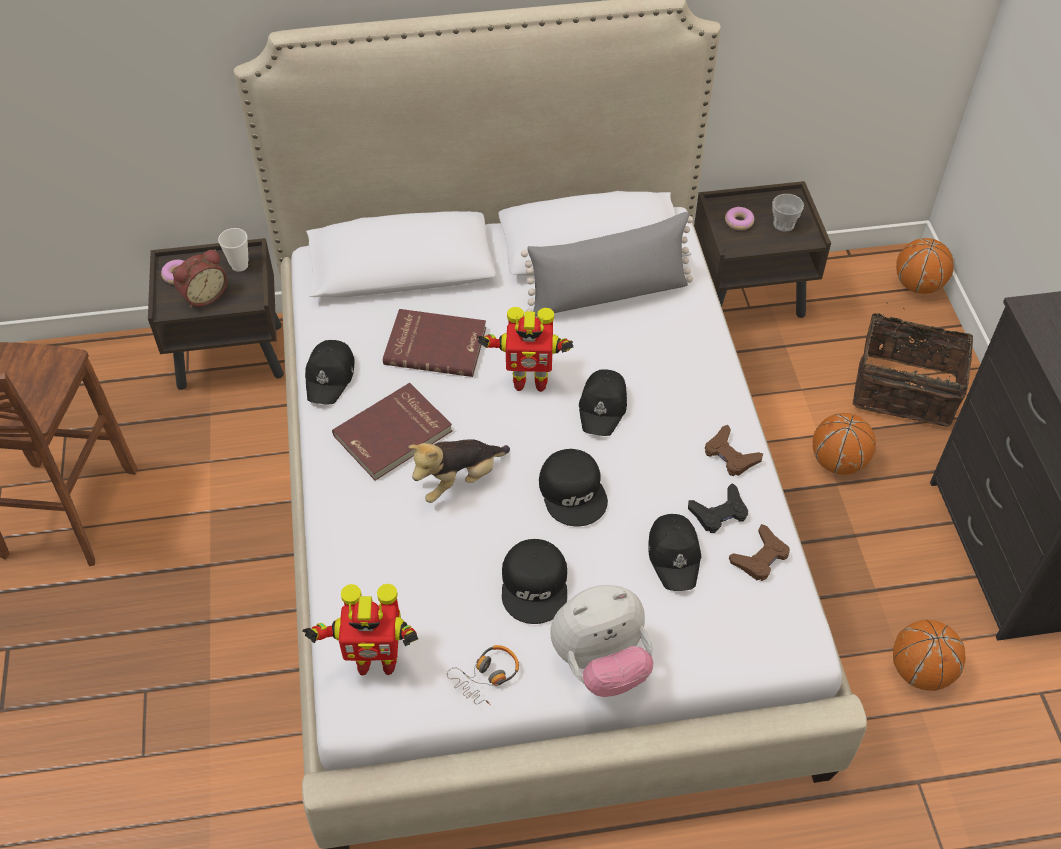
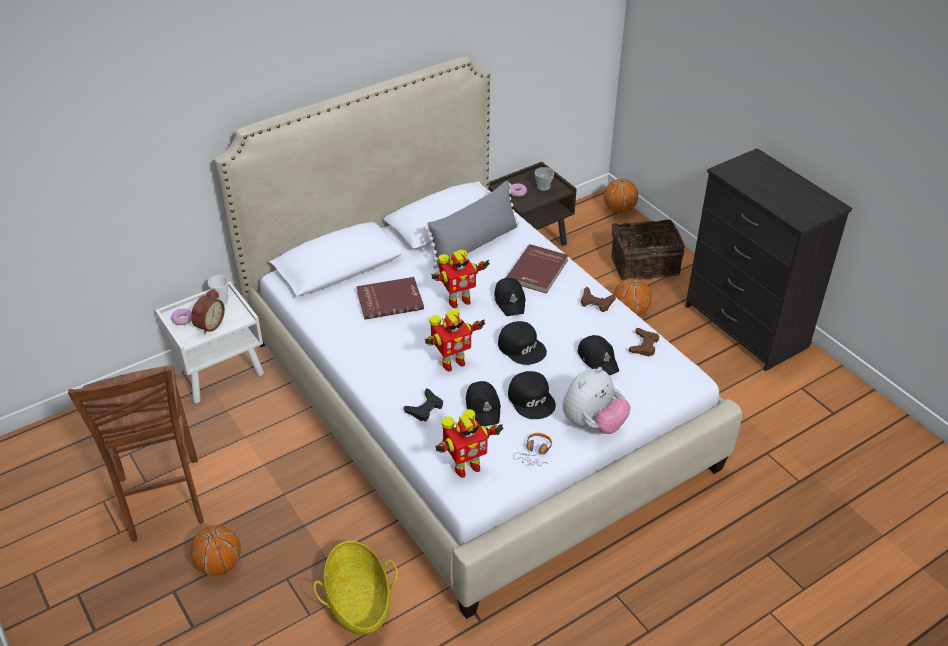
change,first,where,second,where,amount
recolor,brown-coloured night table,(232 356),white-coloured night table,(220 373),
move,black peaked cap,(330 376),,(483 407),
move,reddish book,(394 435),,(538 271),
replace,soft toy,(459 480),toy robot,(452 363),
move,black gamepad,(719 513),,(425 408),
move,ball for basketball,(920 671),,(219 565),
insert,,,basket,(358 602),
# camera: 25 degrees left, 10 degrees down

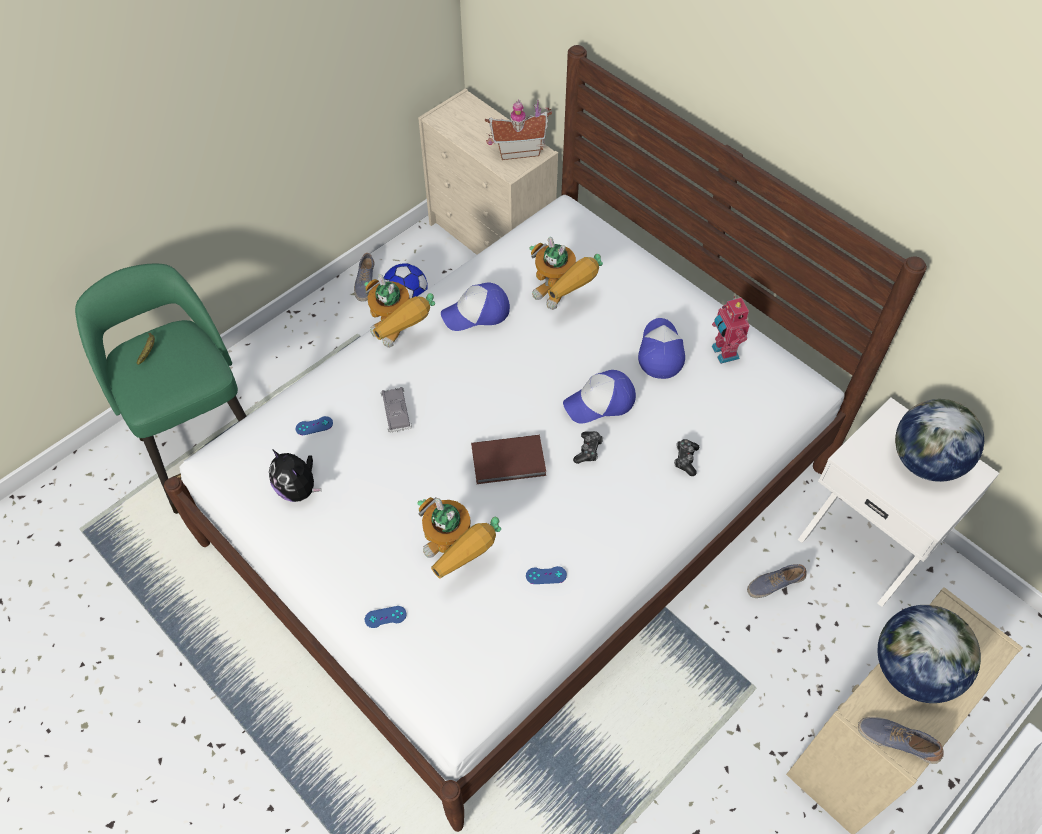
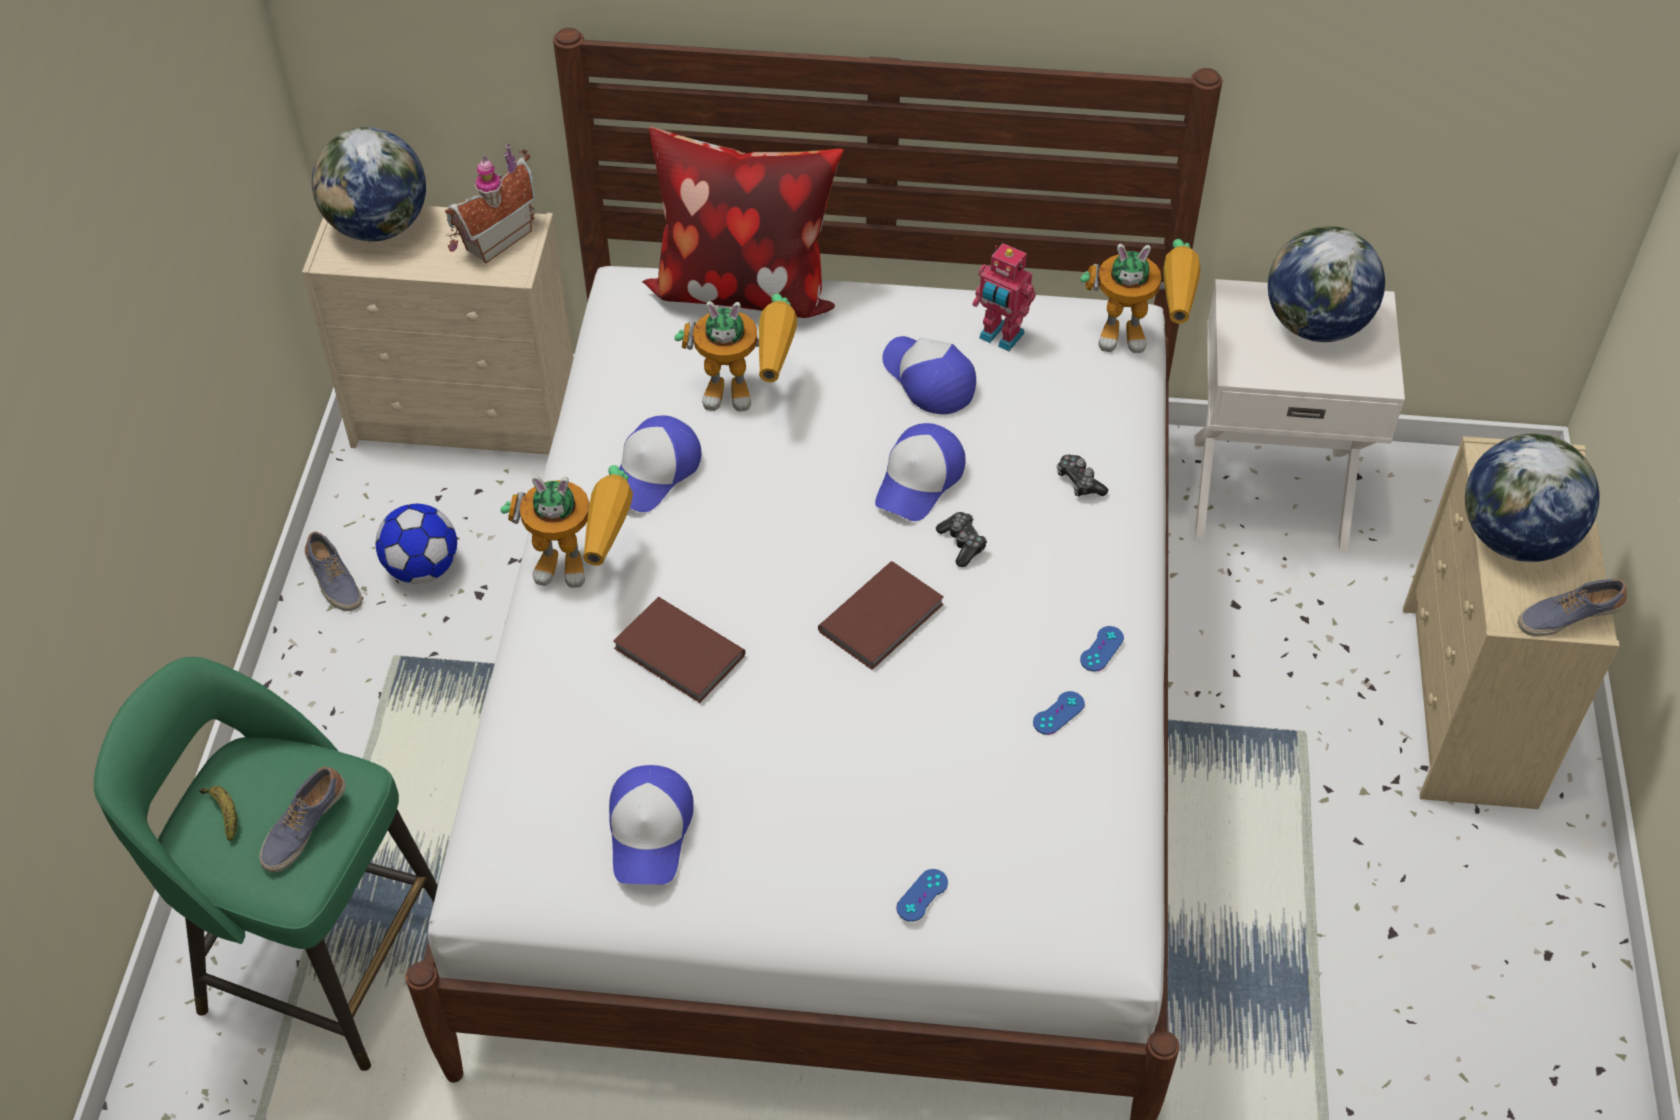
change,first,where,second,where,amount
replace,grey toy car,(396 411),brown-coloured book,(678 654),
move,blue gamepad,(314 426),,(1101 649),
replace,soft toy,(298 489),peaked cap,(650 832),
move,toy robot,(457 559),,(1141 335),
move,shoe,(774 583),,(303 827),
insert,,,world globe,(379 227),
insert,,,pillow,(743 287),
# camera: 40 degrees left, 5 degrees down

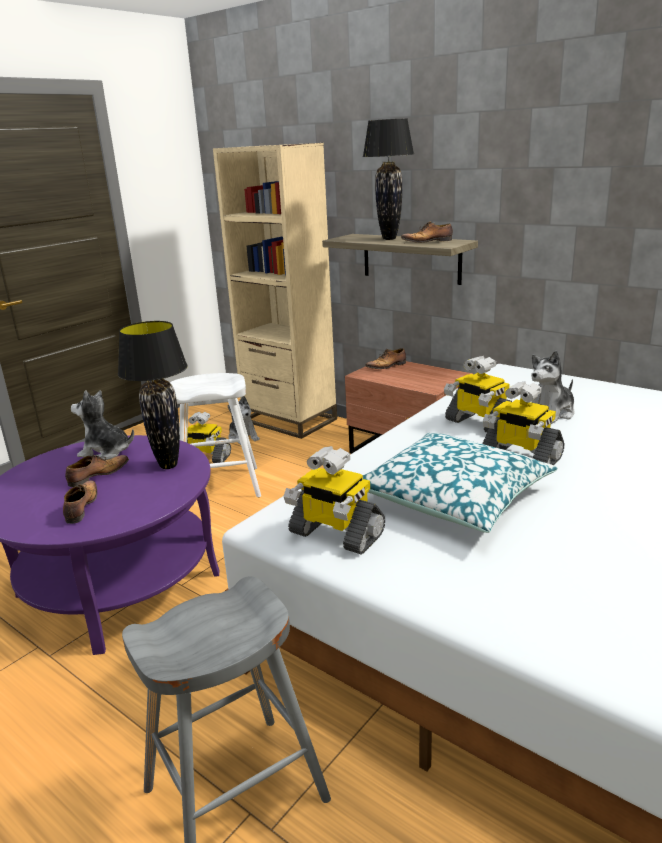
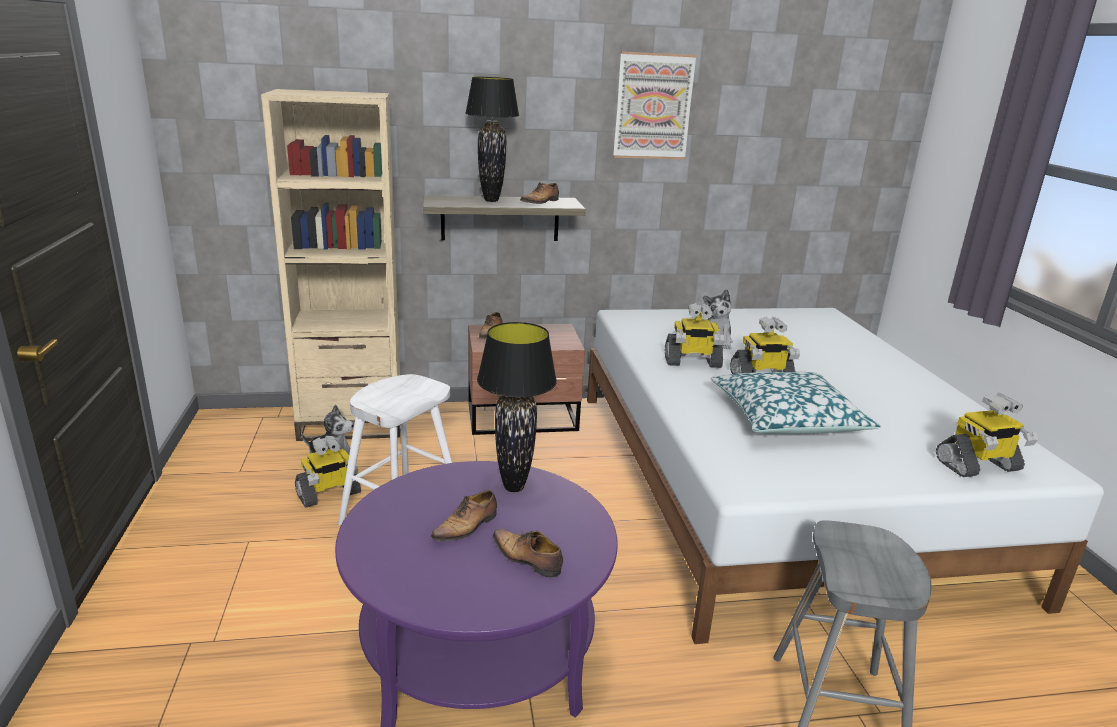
change,first,where,second,where,amount
delete,soft toy,(106 452),,,
move,toy robot,(335 534),,(978 466),
rotate,shoe,(97 475),,(467 527),135 degrees counterclockwise
insert,,,wall art,(653 106),
# camera: 50 degrees left, 0 degrees up

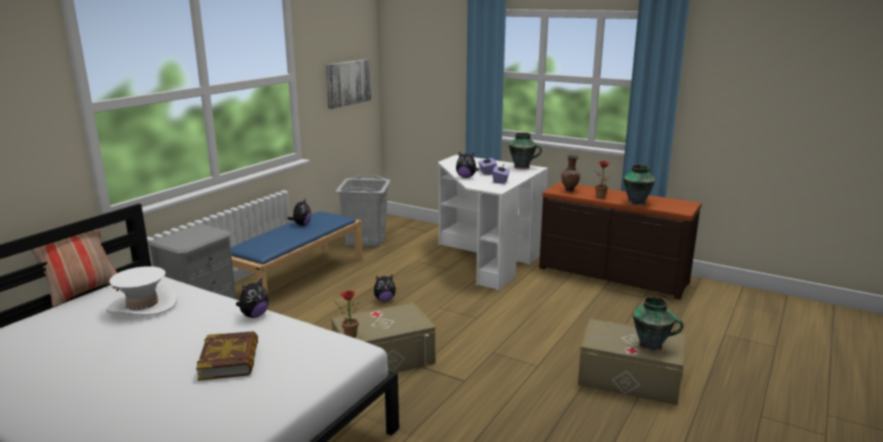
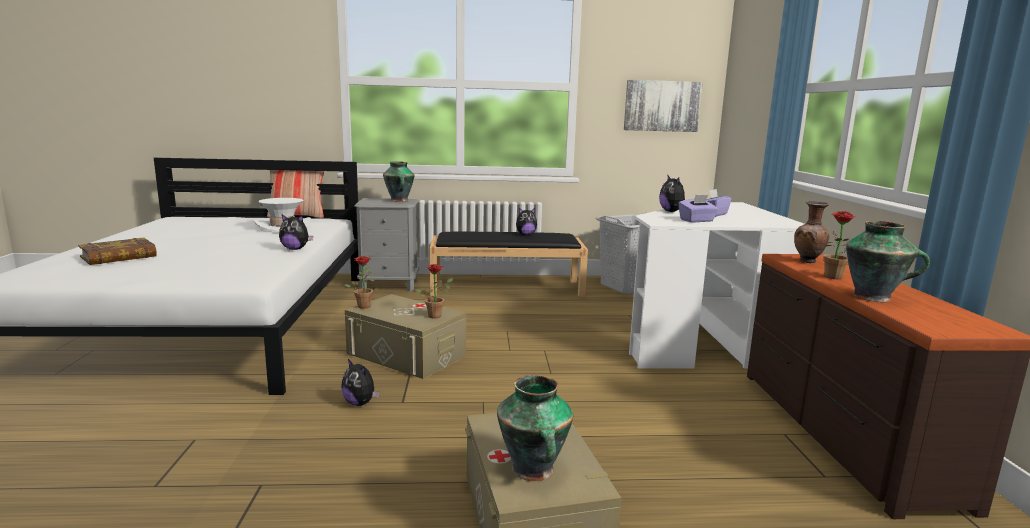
change,first,where,second,where,amount
move,flower vase,(522 167),,(399 201),
recolor,blue long seat,(298 278),black long seat,(507 287),
move,soft toy,(384 299),,(360 403),
move,book,(230 360),,(119 257),
insert,,,potted plant,(436 315),
# camera: 55 degrees right, 5 degrees down

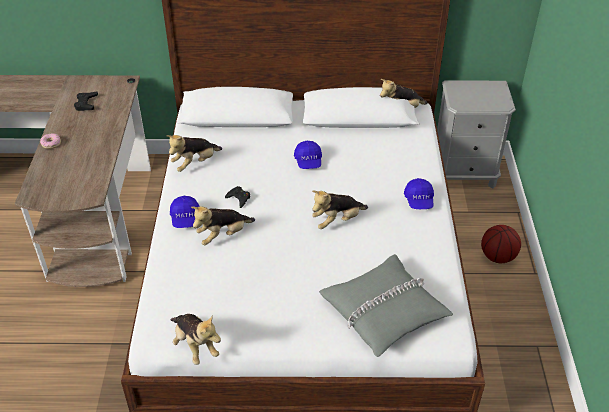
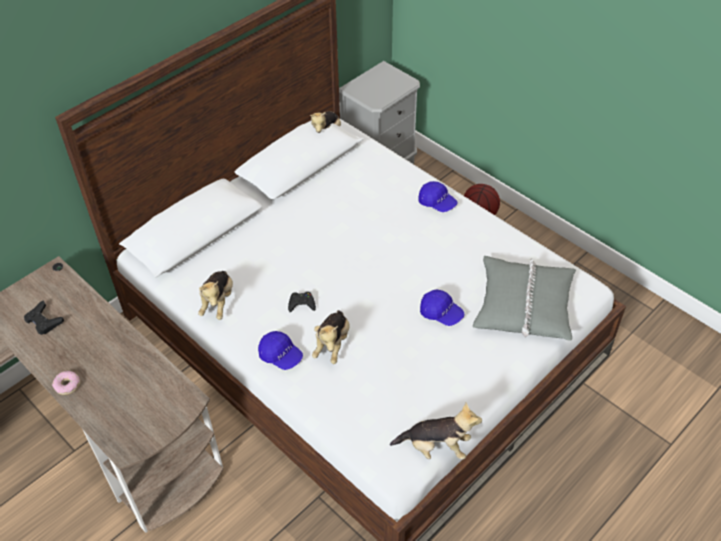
change,first,where,second,where,amount
move,blue peaked cap,(308 162),,(441 313),
delete,soft toy,(337 221),,,
# camera: 45 degrees left, 5 degrees up

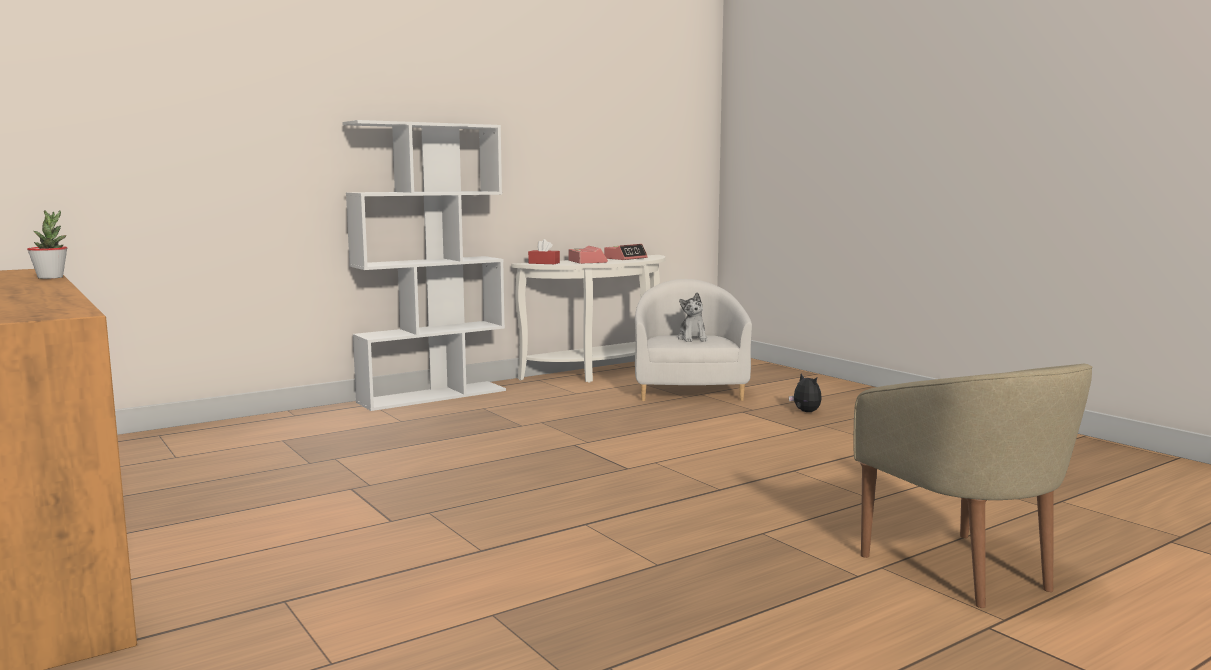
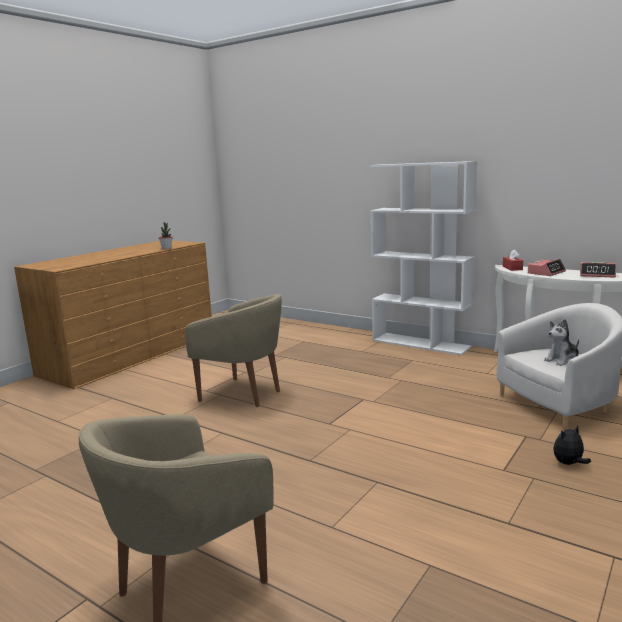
change,first,where,second,where,amount
rotate,soft toy,(805 412),,(569 464),150 degrees counterclockwise
insert,,,beige easy chair,(243 394),
# camera: 70 degrees right, 5 degrees up

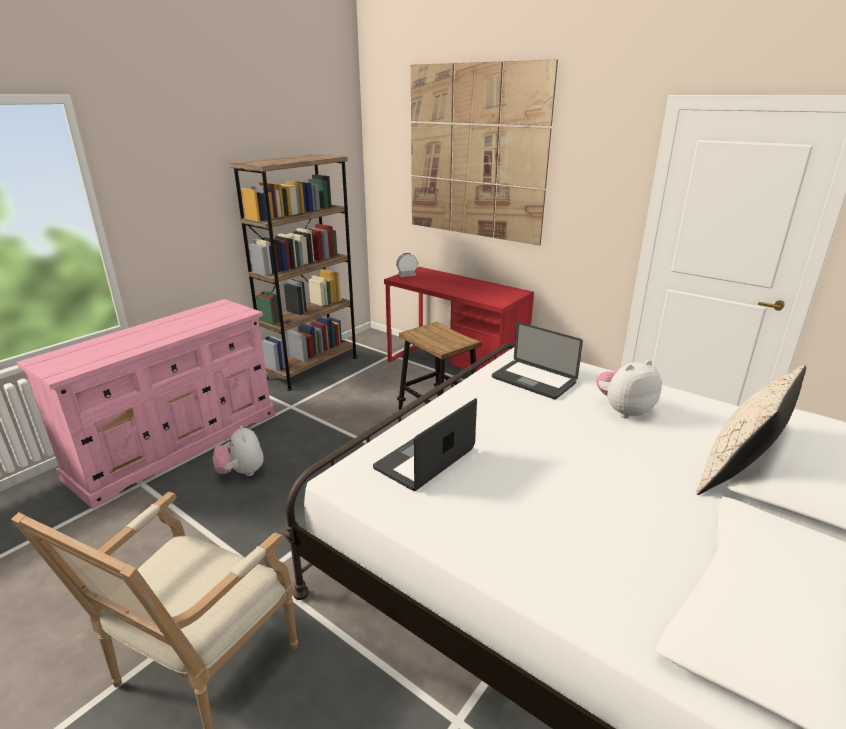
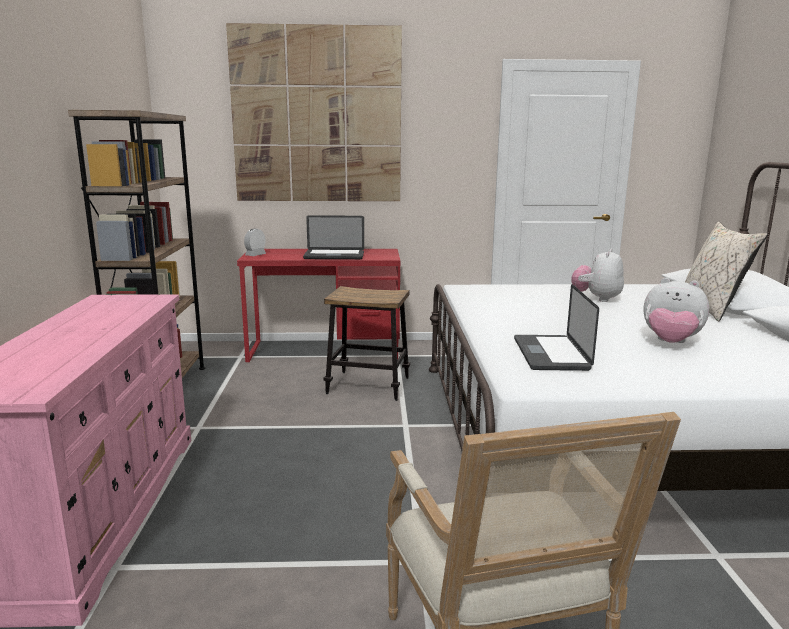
change,first,where,second,where,amount
move,portable computer,(533 380),,(334 256),
move,soft toy,(242 472),,(670 343),
# camera: 40 degrees left, 10 degrees down

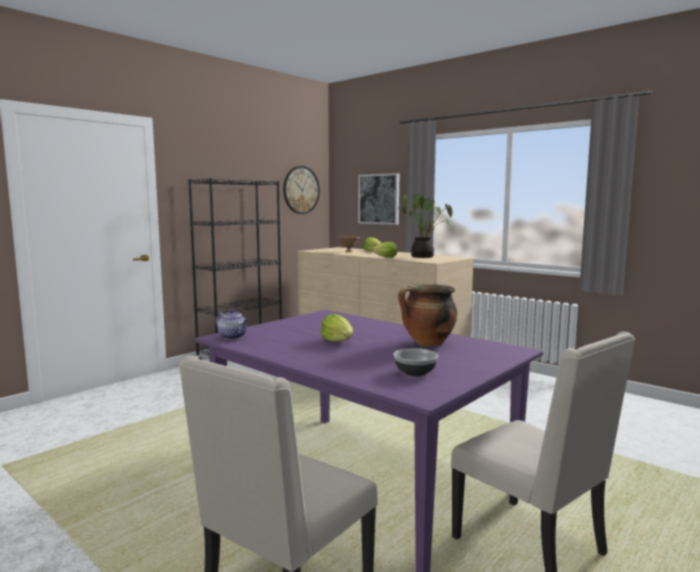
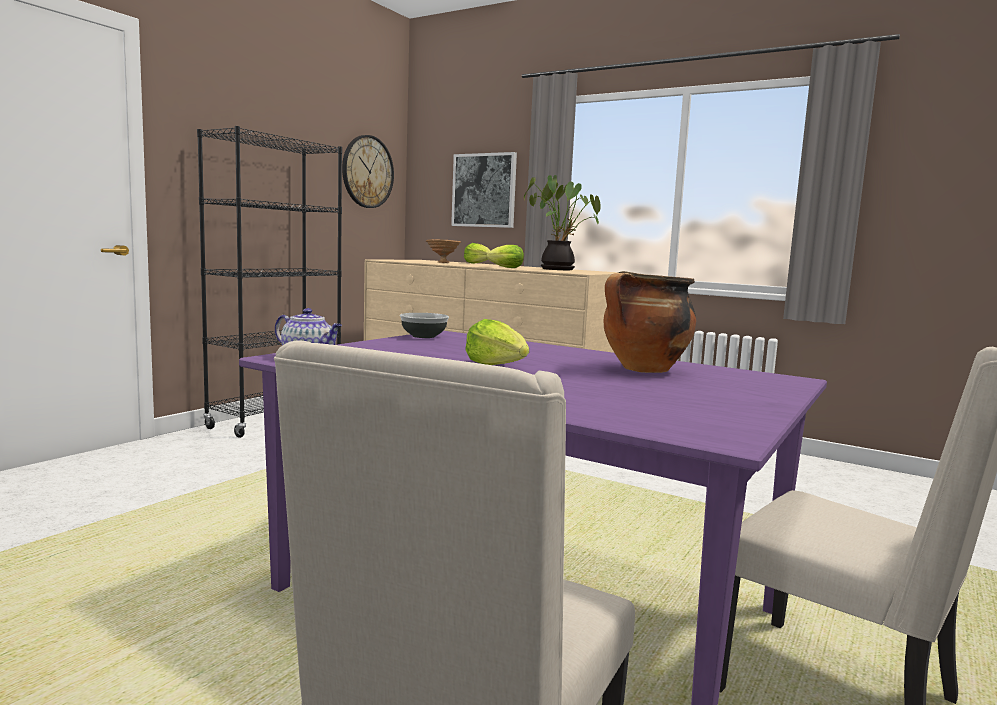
change,first,where,second,where,amount
move,serving bowl,(414 373),,(423 336),
# camera: 10 degrees left, 0 degrees up

